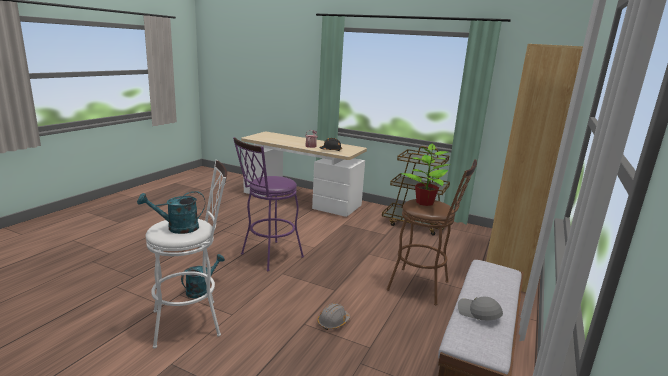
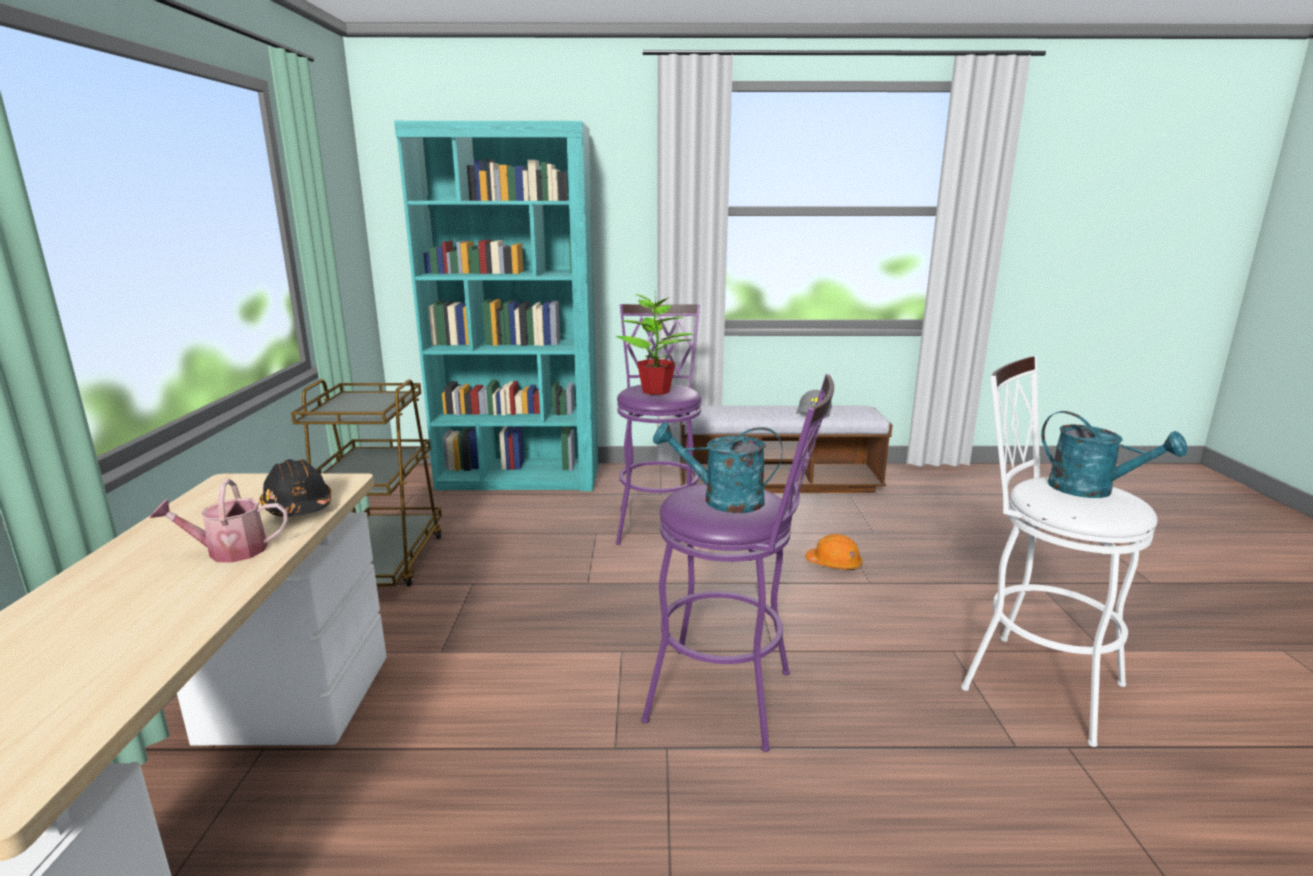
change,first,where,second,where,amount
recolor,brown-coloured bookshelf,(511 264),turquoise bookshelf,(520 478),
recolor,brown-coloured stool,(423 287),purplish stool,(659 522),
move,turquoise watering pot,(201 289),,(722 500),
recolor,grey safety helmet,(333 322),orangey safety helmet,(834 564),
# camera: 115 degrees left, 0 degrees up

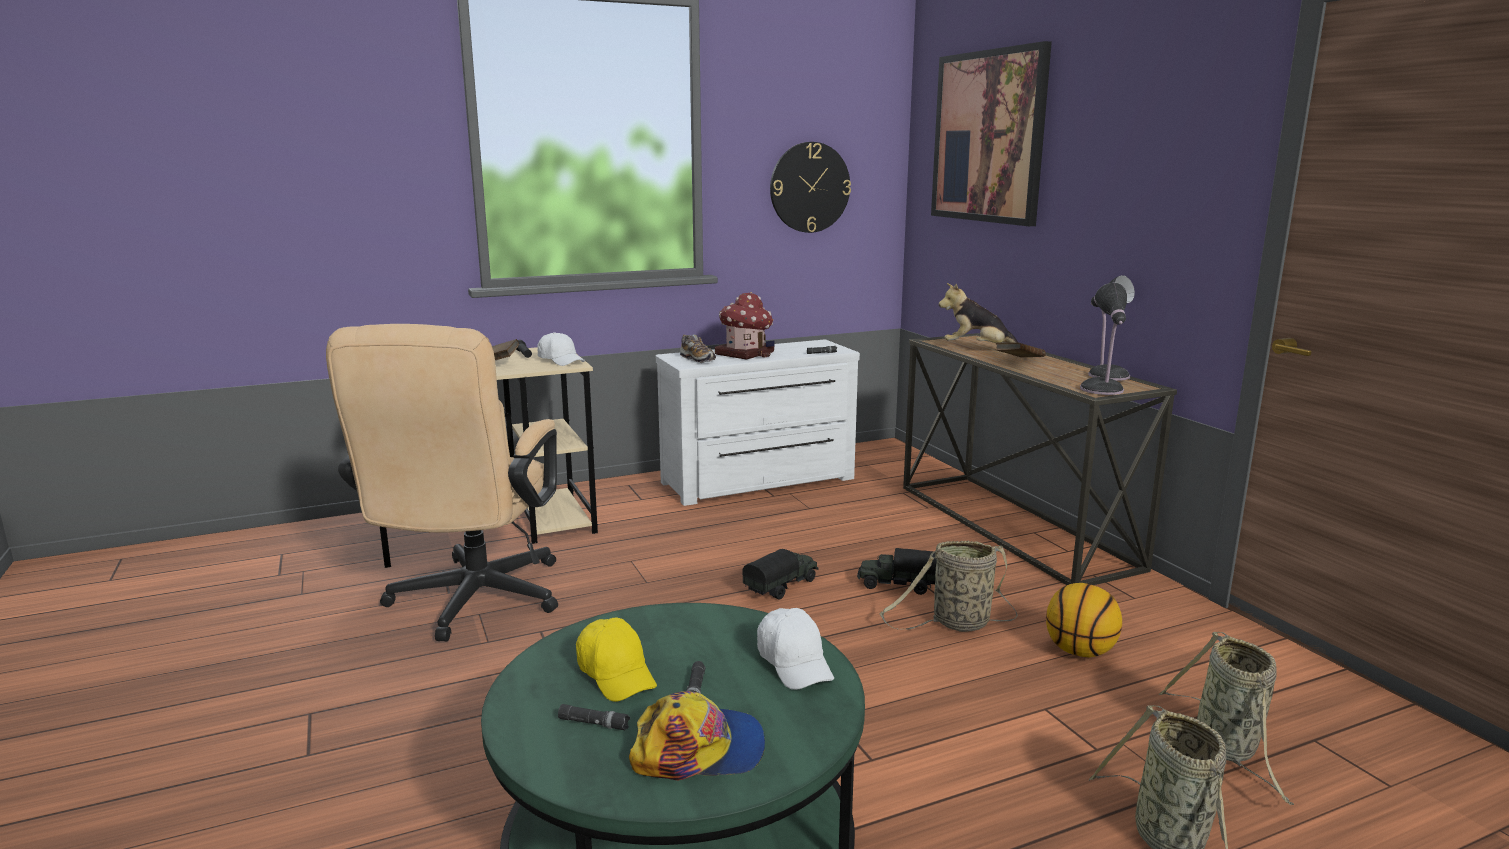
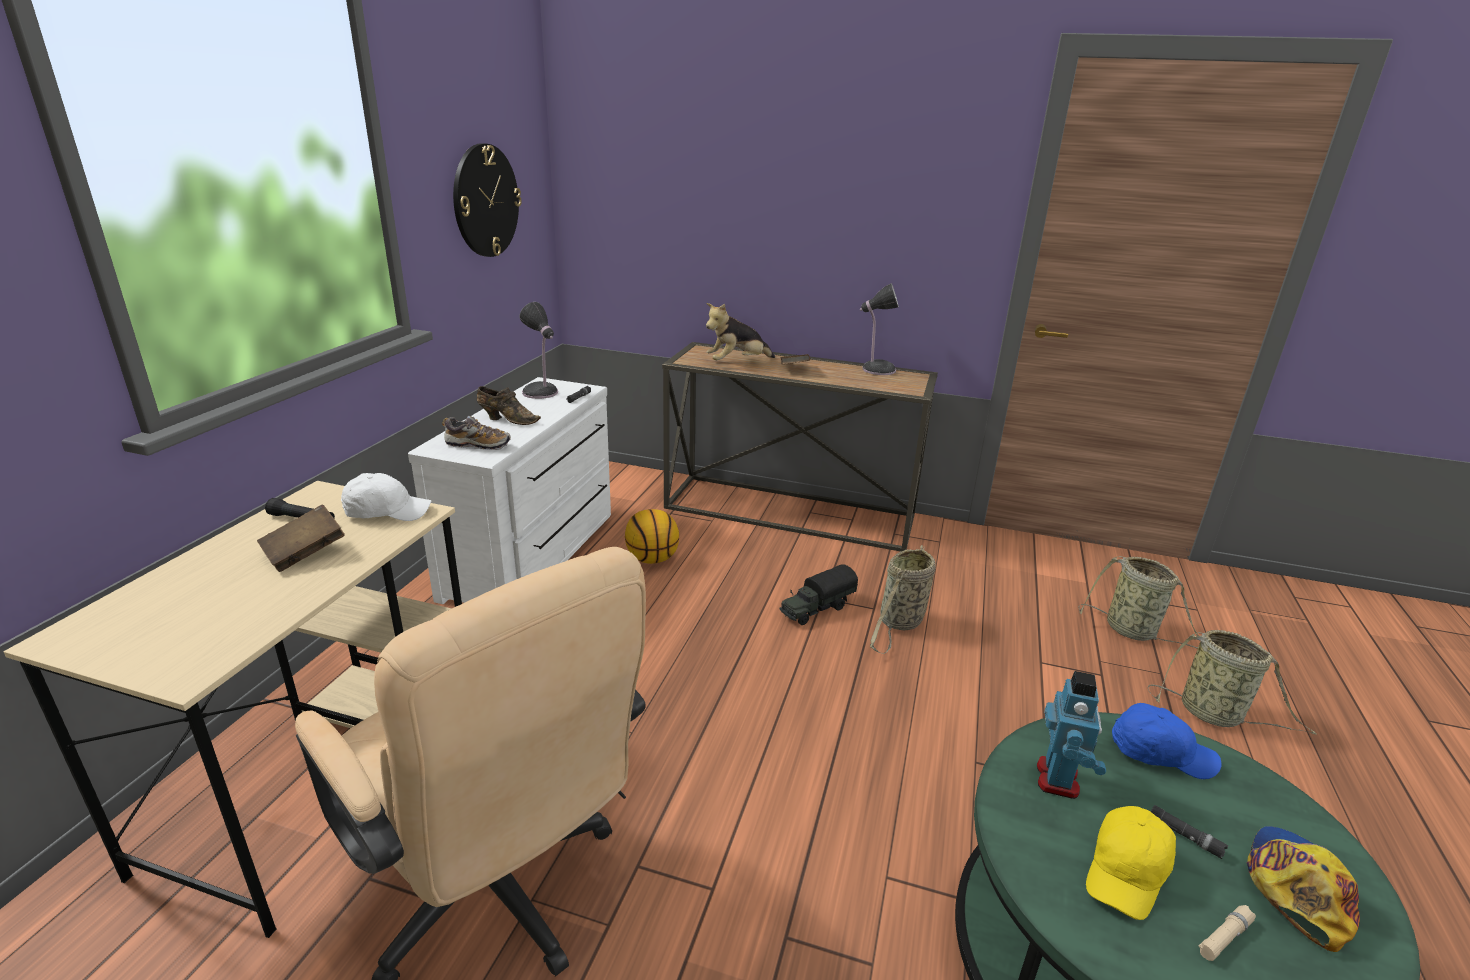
change,first,where,second,where,amount
delete,wall art,(988 137),,,
move,tabletop lamp,(1102 390),,(541 393),
replace,toy house,(745 353),brown-coloured shoe,(507 420),
delete,model truck,(782 587),,,
move,ball for basketball,(1079 651),,(652 559),
recolor,white-coloured peaked cap,(795 664),blue peaked cap,(1159 753),
rotate,yellow peaked cap,(616 674),,(1126 872),120 degrees clockwise
recolor,black torch,(594 723),beige torch,(1224 937),
insert,,,toy robot,(1058 779),
# camera: 50 degrees left, 10 degrees up

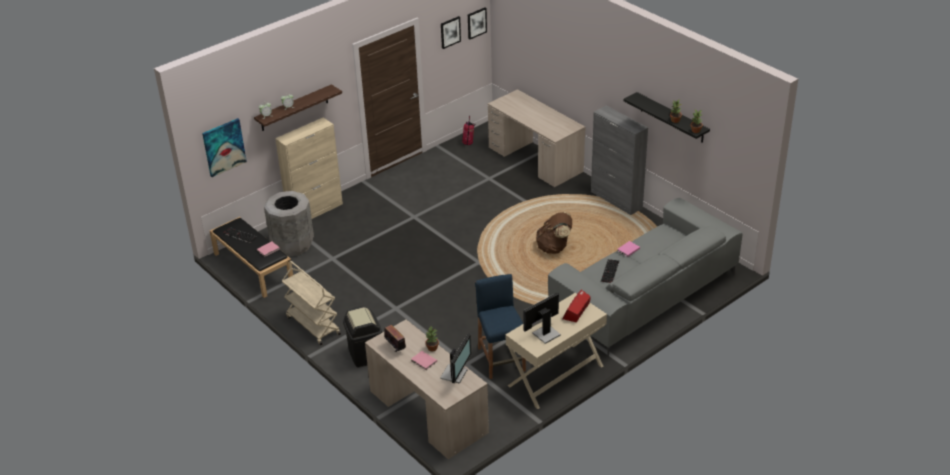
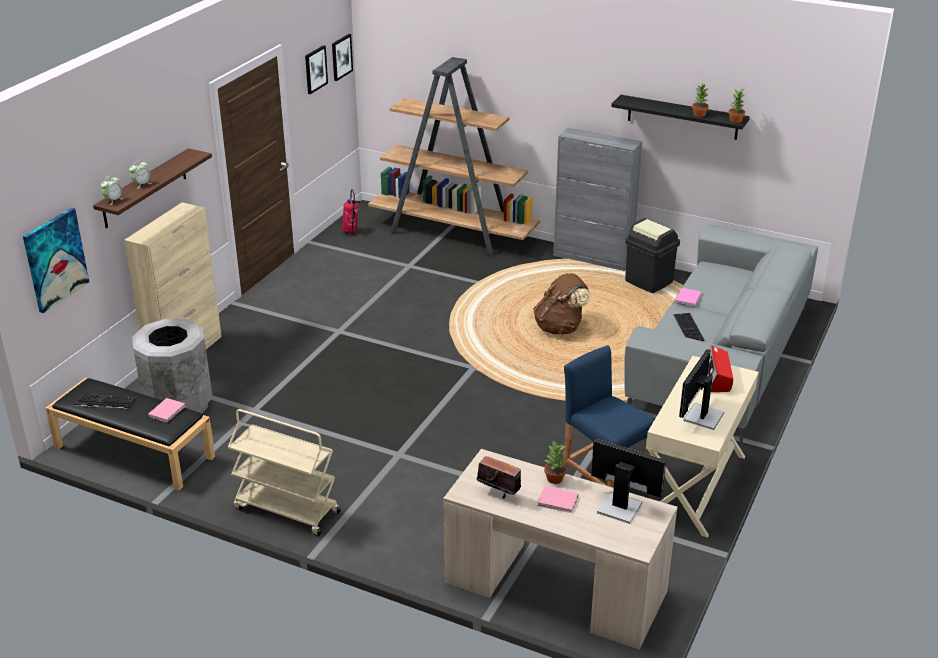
change,first,where,second,where,amount
replace,beige desk unit,(535 159),brown-coloured bookshelf,(453 233),
move,black waste bin,(365 355),,(648 282),
rotate,computer display,(455 374),,(619 506),60 degrees counterclockwise
# camera: 25 degrees left, 5 degrees down

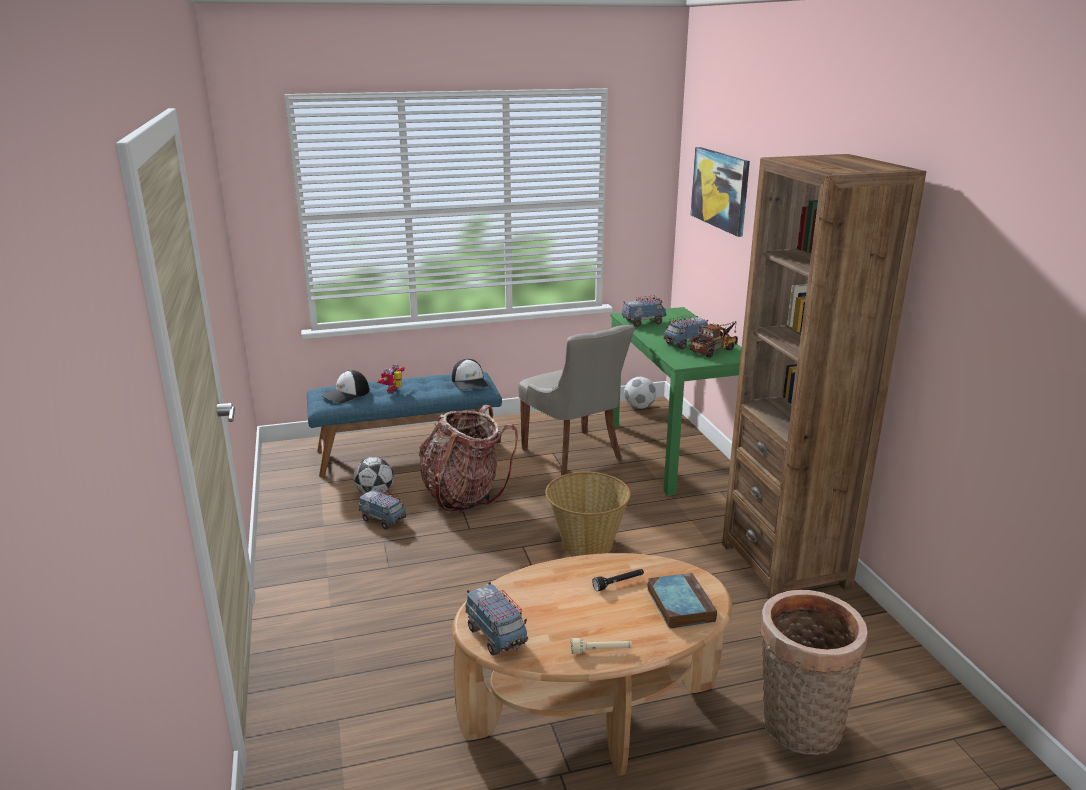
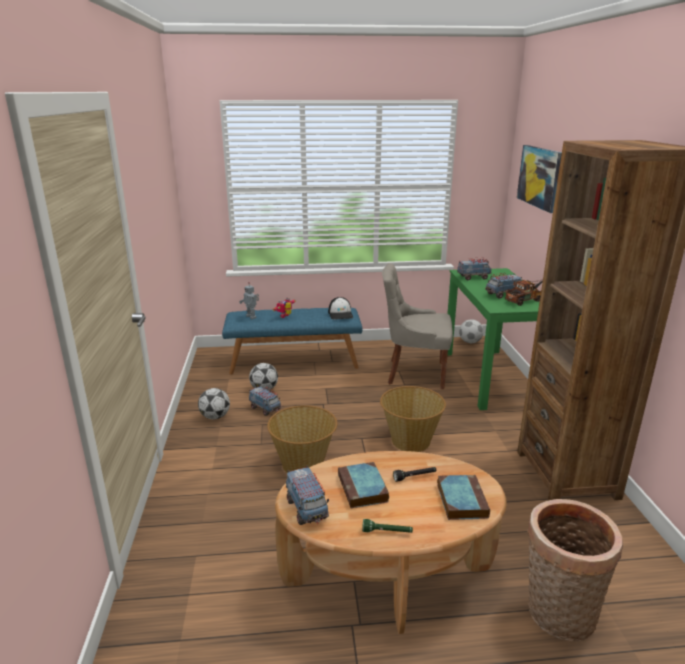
change,first,where,second,where,amount
rotate,grey plain chair,(574 454),,(414 373),120 degrees clockwise
replace,peaked cap,(346 394),toy robot,(252 317),
delete,knapsack,(463 495),,,
recolor,beige torch,(601 651),green-coloured torch,(387 532),
insert,,,football,(215 417),
insert,,,basket,(303 464),
insert,,,book,(363 489),
# camera: 10 degrees right, 0 degrees up

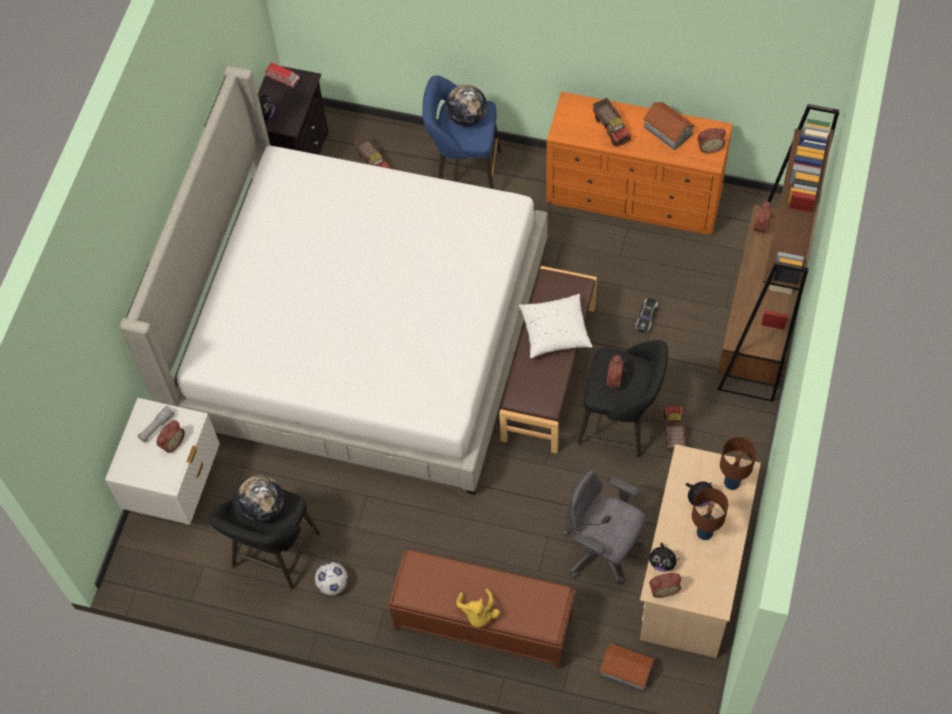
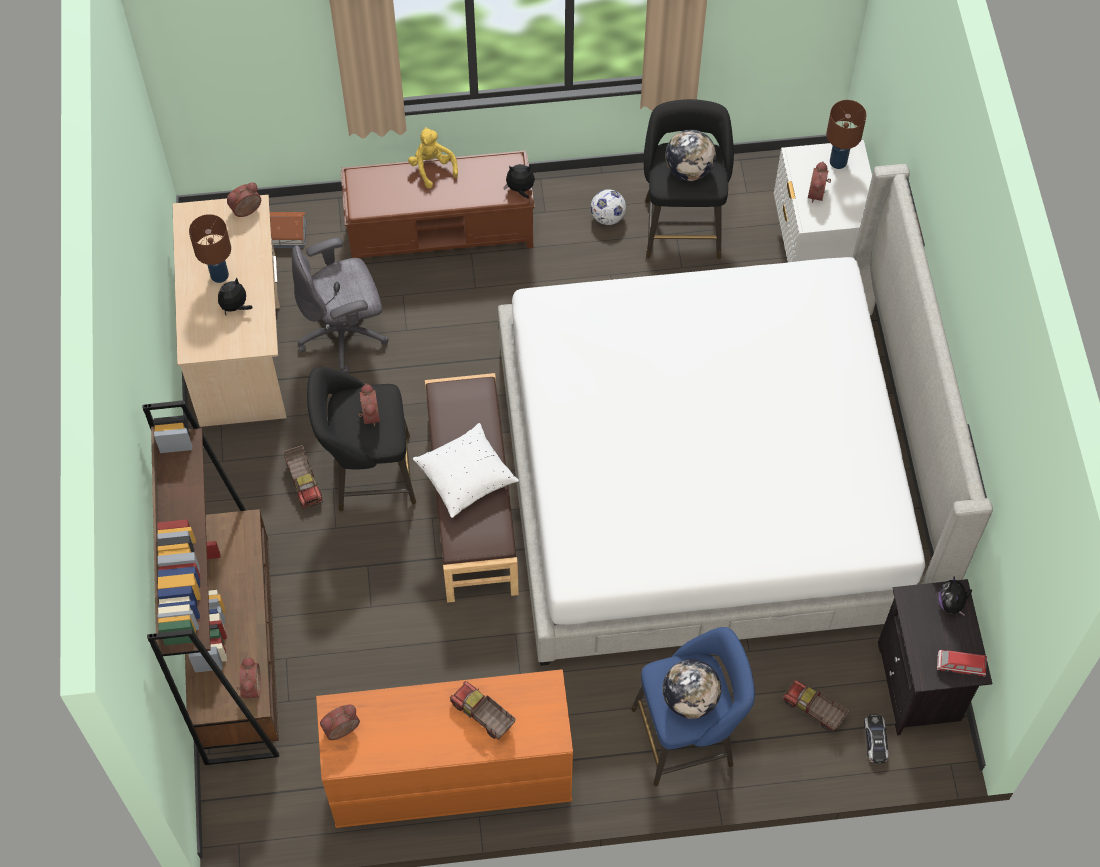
change,first,where,second,where,amount
delete,toy house,(668 130),,,
move,toy car,(646 317),,(875 740),
delete,grey torch,(157 426),,,
move,brown-coloured tabletop lamp,(731 482),,(838 162),
rotate,grey desk chair,(601 550),,(344 334),150 degrees clockwise
move,soft toy,(662 563),,(520 189),
# camera: 155 degrees right, 0 degrees up

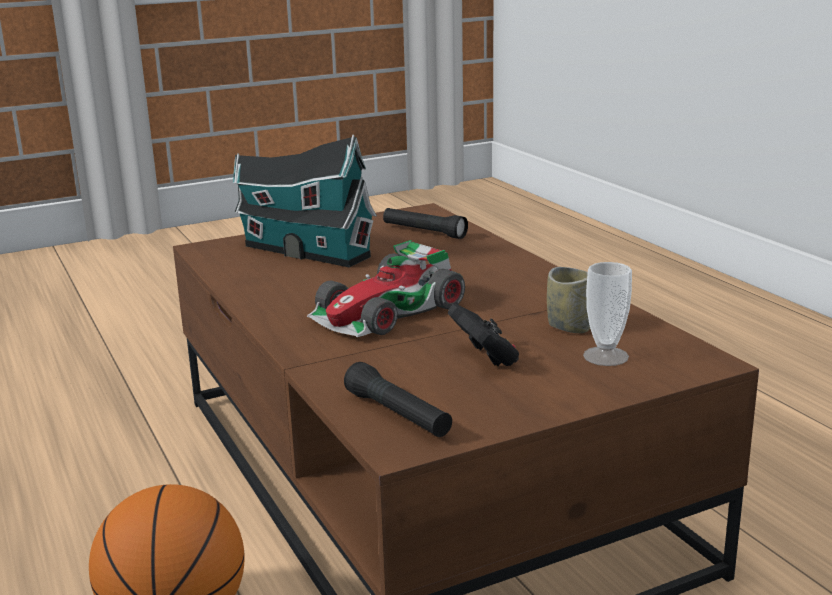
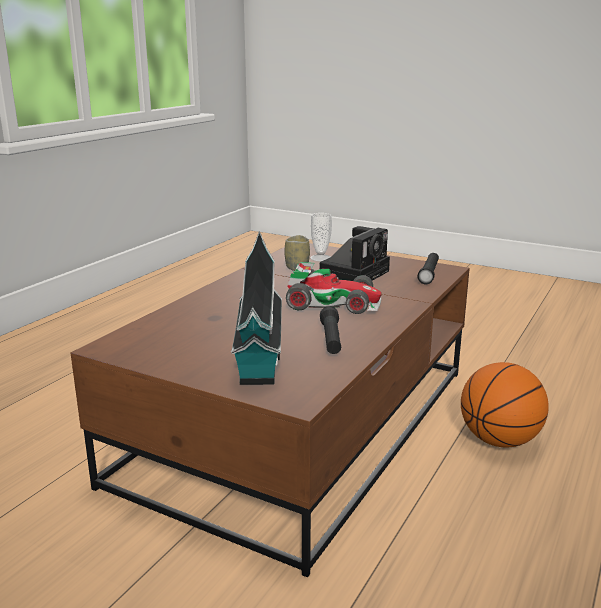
change,first,where,second,where,amount
move,black torch,(424 232),,(331 339),
replace,black gamepad,(485 358),photo camera,(355 273),
# camera: 125 degrees left, 0 degrees up

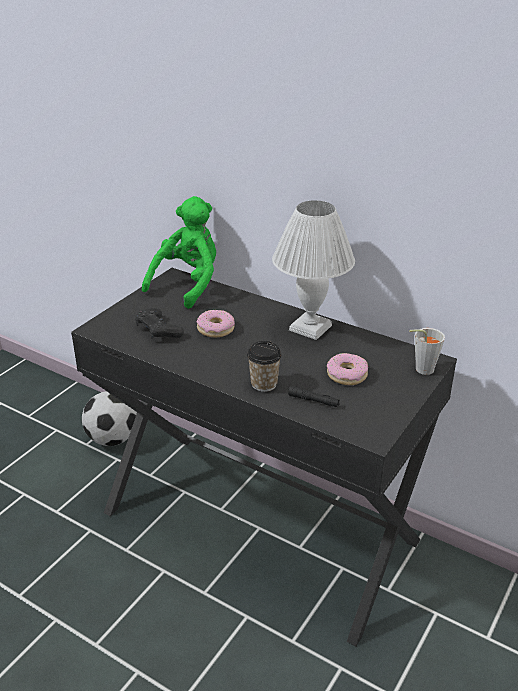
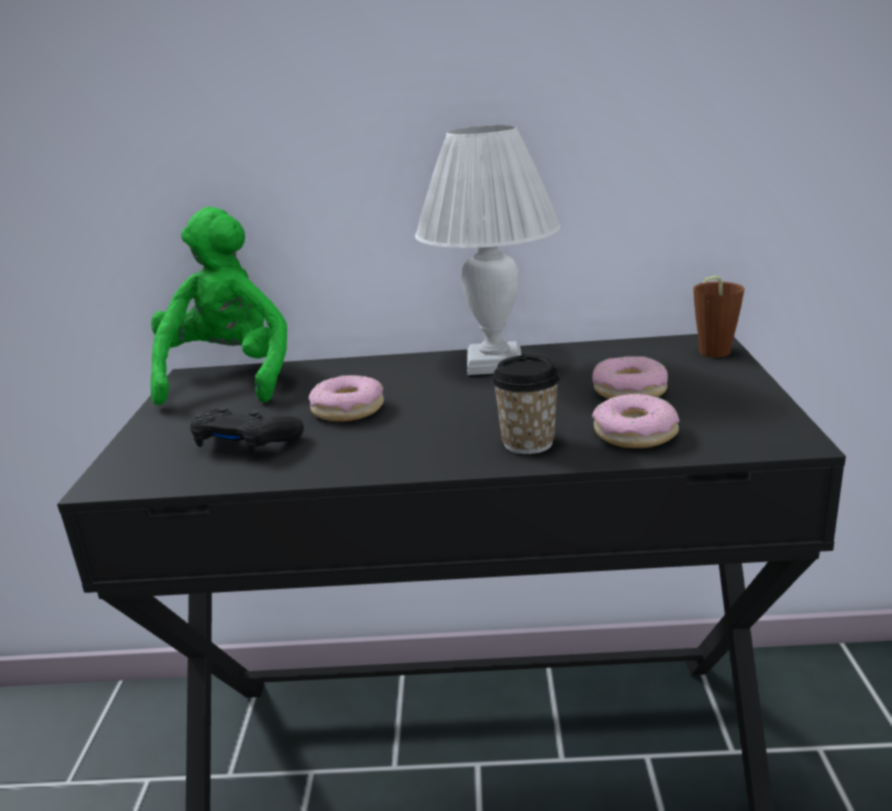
change,first,where,second,where,amount
recolor,grey small cup,(420 369),brown-coloured small cup,(710 354),
replace,black torch,(313 400),donut,(635 433),
delete,football,(112 439),,,
# camera: 30 degrees left, 10 degrees down

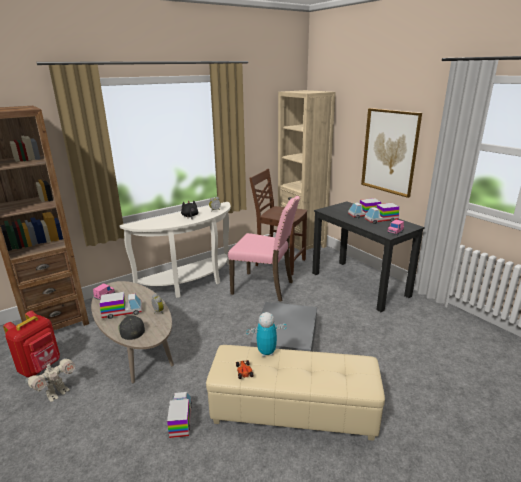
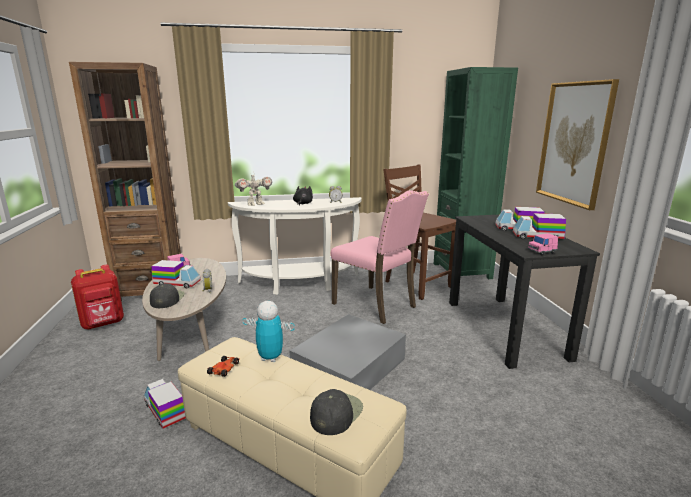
change,first,where,second,where,amount
recolor,beige bookshelf,(301 244),green-coloured bookshelf,(462 271),
move,toy robot,(57 393),,(255 204),
rotate,model truck,(181 419),,(165 411),60 degrees counterclockwise
insert,,,black peaked cap,(336 413),
# camera: 25 degrees right, 5 degrees down

